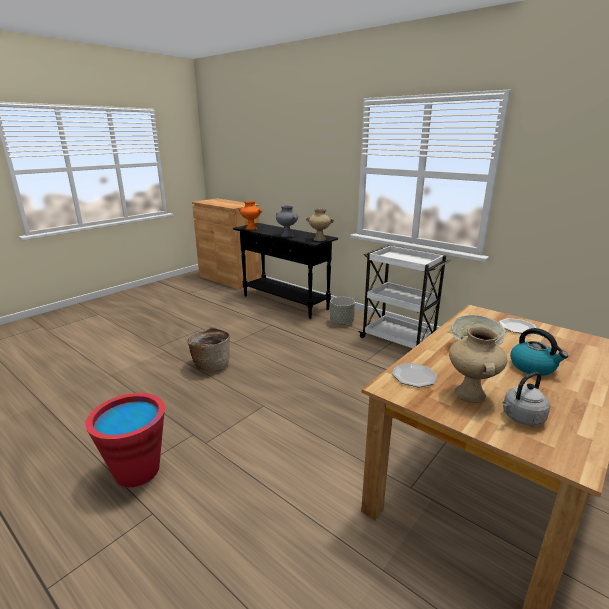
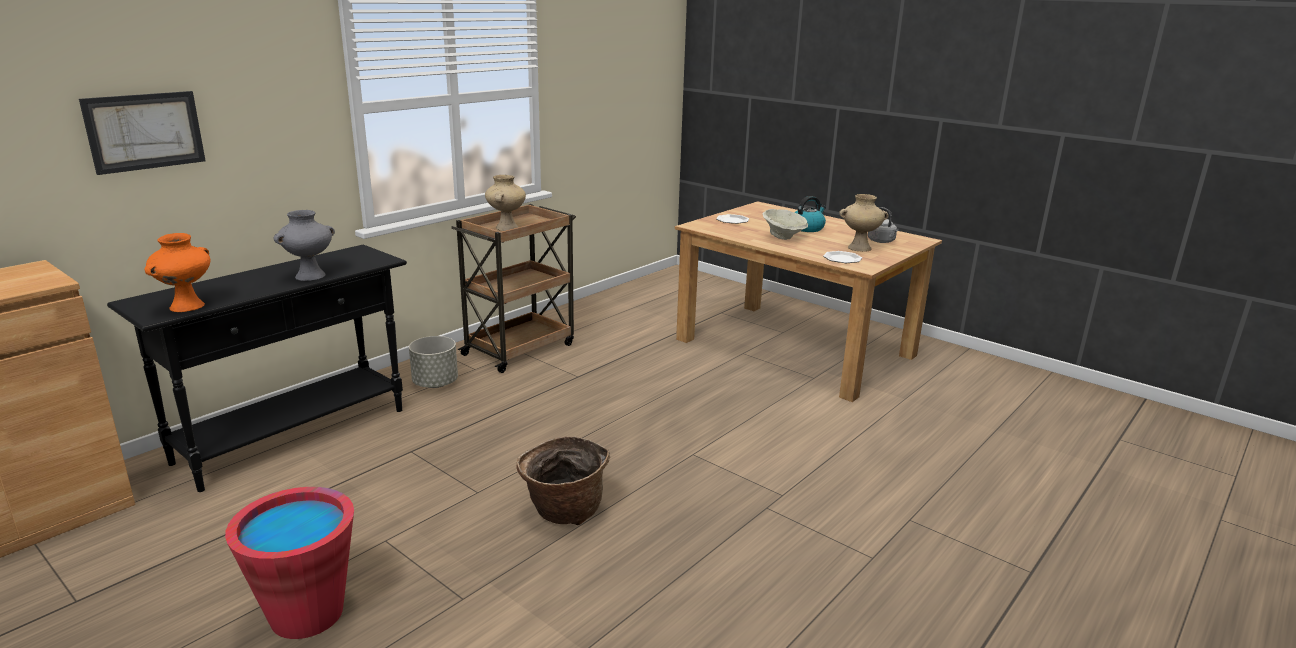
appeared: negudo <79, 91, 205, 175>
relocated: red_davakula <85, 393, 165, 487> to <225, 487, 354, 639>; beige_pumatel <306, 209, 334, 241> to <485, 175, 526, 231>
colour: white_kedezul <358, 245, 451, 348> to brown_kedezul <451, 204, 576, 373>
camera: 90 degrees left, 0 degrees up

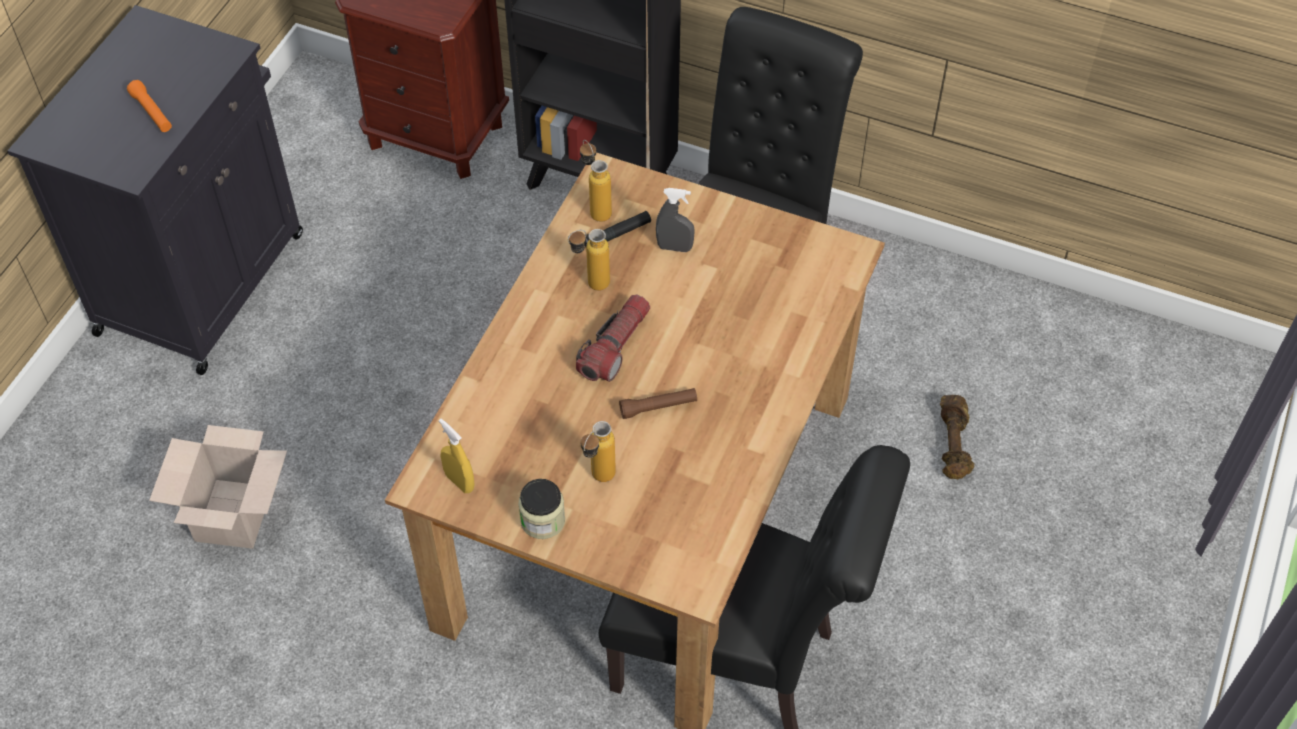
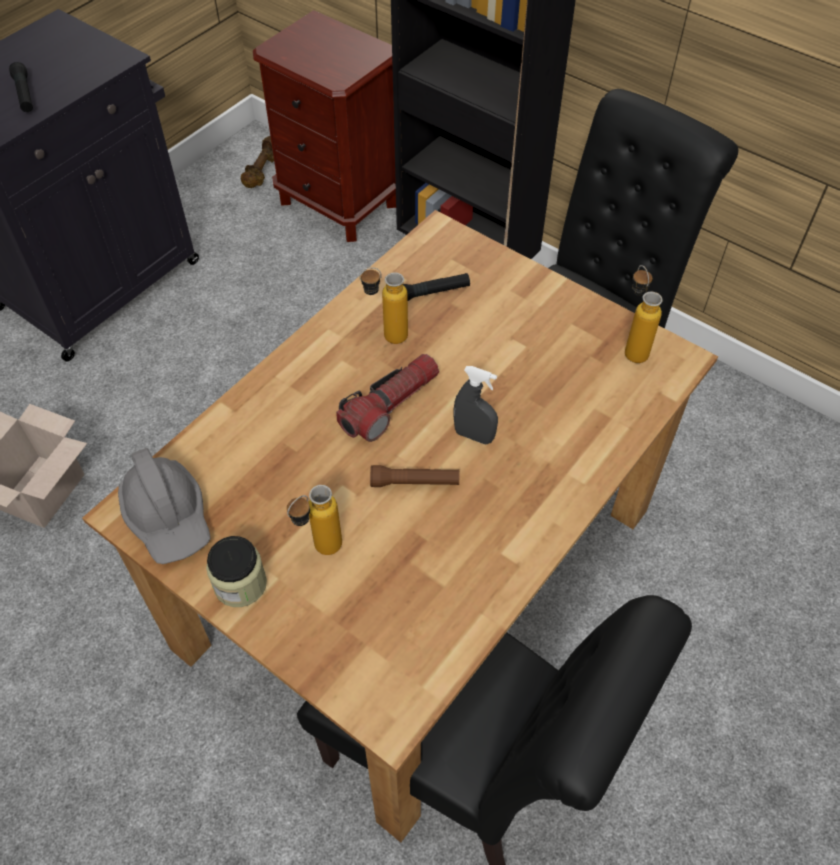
relocated: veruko <580, 140, 612, 222> to <625, 265, 663, 363>; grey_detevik <656, 188, 695, 252> to <453, 366, 498, 444>; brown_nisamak <940, 395, 975, 479> to <241, 136, 274, 188>
exchanged: yellow_detevik <439, 418, 475, 493> to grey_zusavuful <118, 448, 211, 564>
colour: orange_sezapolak <127, 80, 172, 132> to black_sezapolak <9, 62, 33, 112>
camera: 15 degrees right, 0 degrees up

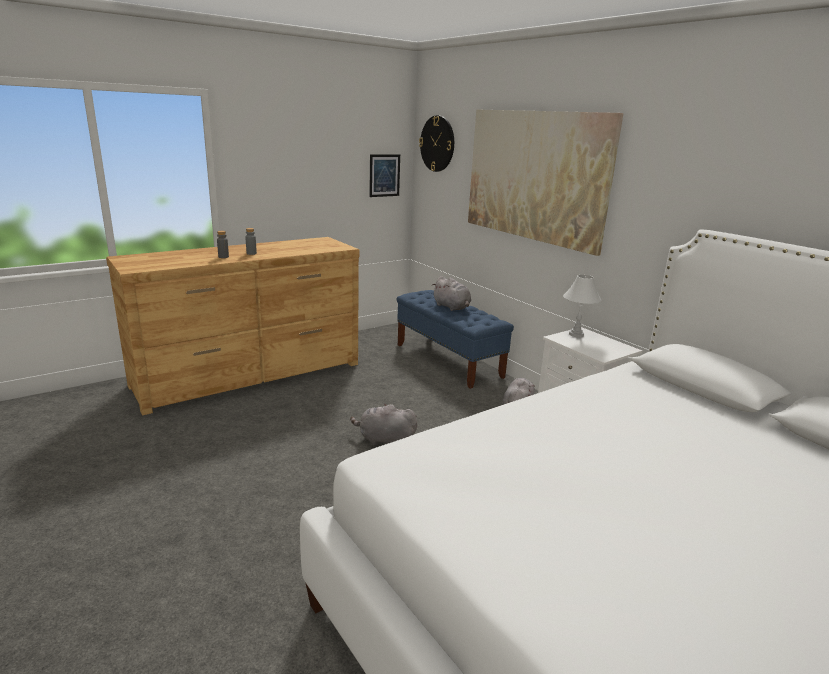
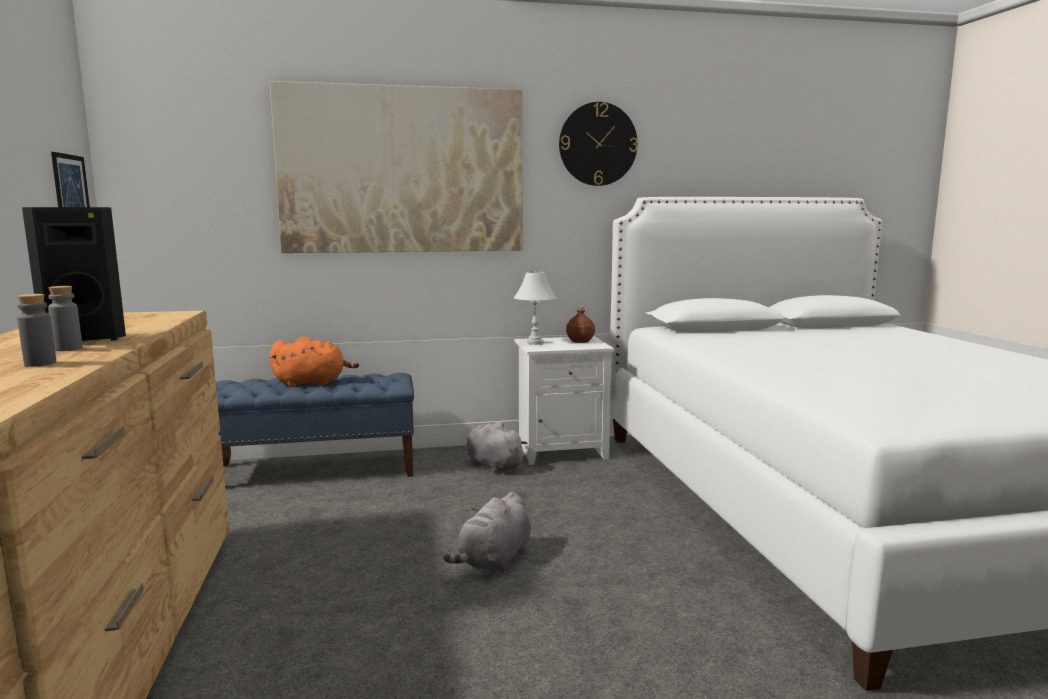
appeared: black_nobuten <22, 207, 126, 341>; brown_veruko <566, 306, 595, 343>
relocated: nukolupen <419, 115, 454, 172> to <559, 102, 638, 186>
colour: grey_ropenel <432, 276, 471, 311> to orange_ropenel <270, 337, 359, 387>
camera: 65 degrees left, 10 degrees down

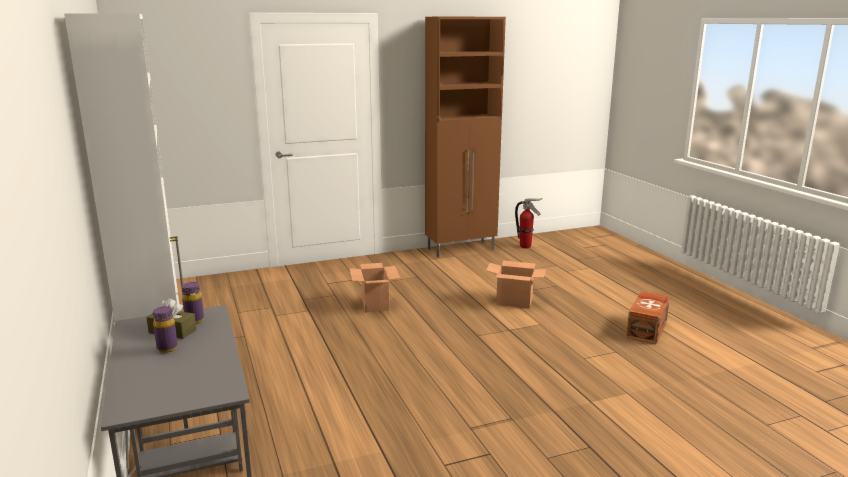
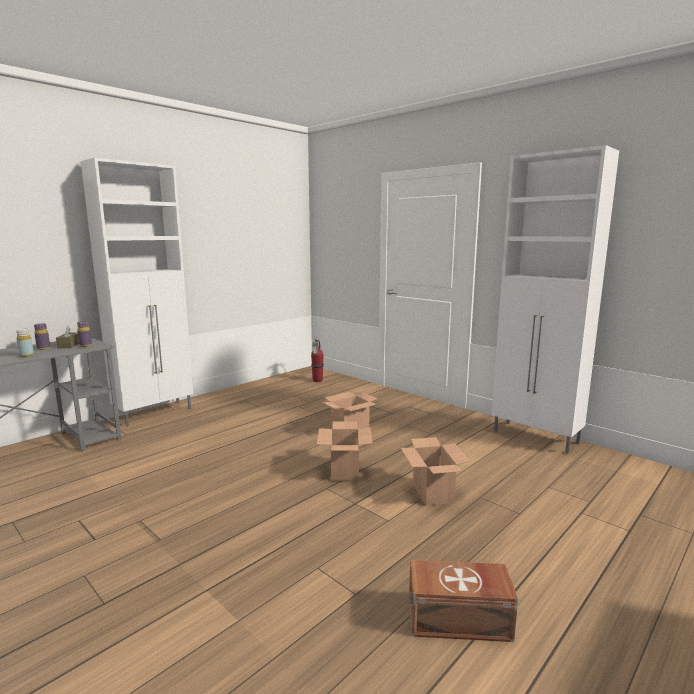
appeared: yellow_veruko <16, 329, 34, 357>; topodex <317, 422, 373, 481>
relocated: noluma <515, 198, 542, 249> to <311, 338, 324, 382>
colour: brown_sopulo <425, 17, 506, 258> to white_sopulo <492, 145, 619, 454>
camera: 65 degrees right, 5 degrees down

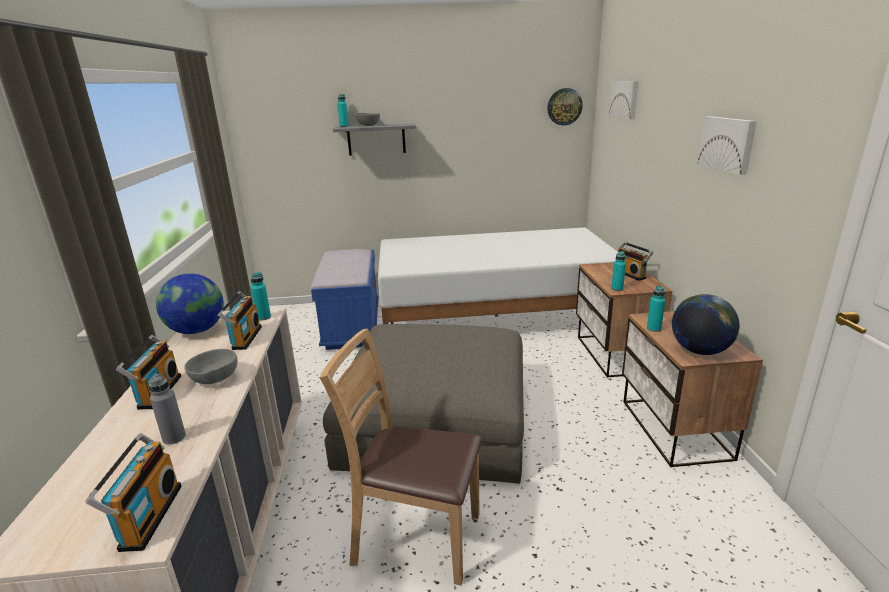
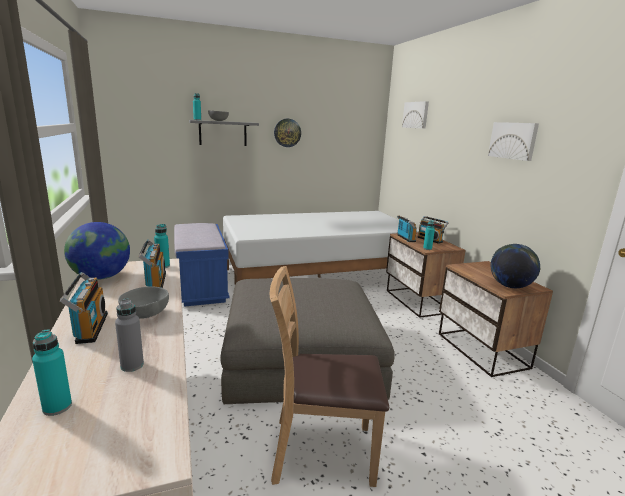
relocated: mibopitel <85, 433, 182, 552> to <397, 215, 417, 242>; nukolupen <547, 88, 583, 126> to <274, 119, 301, 147>; turquoise_veruko <647, 286, 665, 332> to <32, 330, 72, 416>
camera: 15 degrees left, 5 degrees down

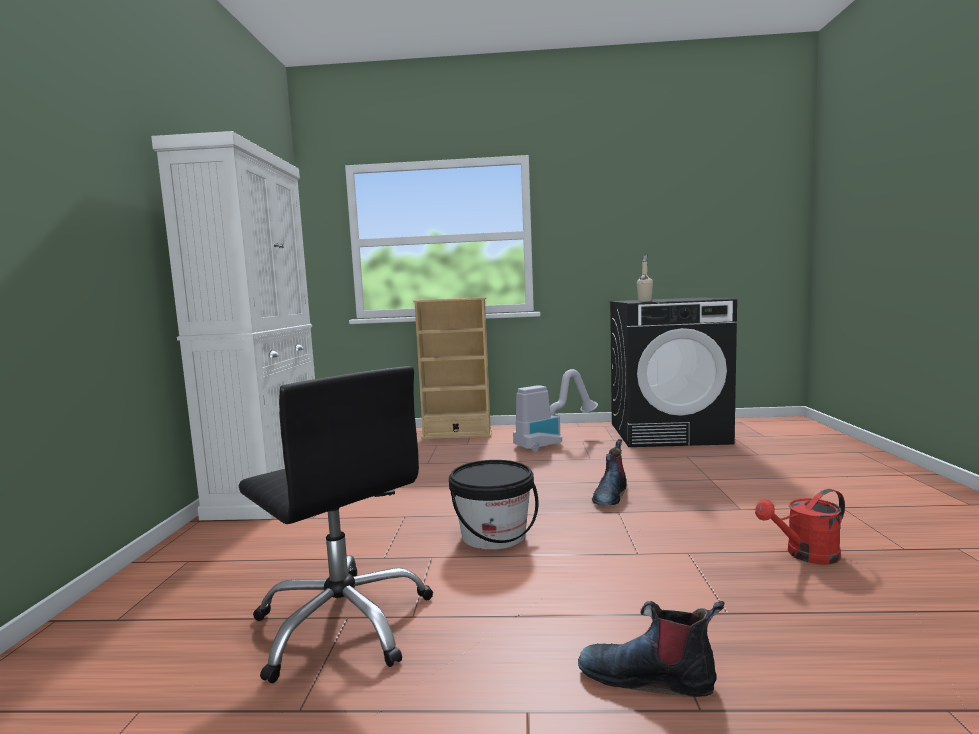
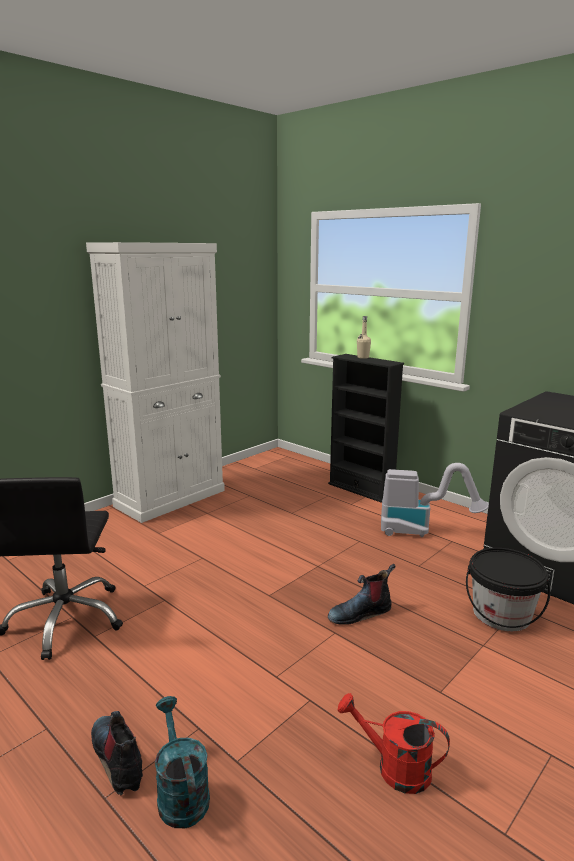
appeared: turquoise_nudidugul <155, 696, 210, 828>
relocated: black_davakula <449, 460, 538, 550> to <466, 548, 551, 631>; beige_veruko <637, 255, 653, 302> to <357, 316, 371, 359>
colour: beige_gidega <413, 297, 492, 439> to black_gidega <328, 354, 404, 503>
camera: 40 degrees right, 10 degrees up

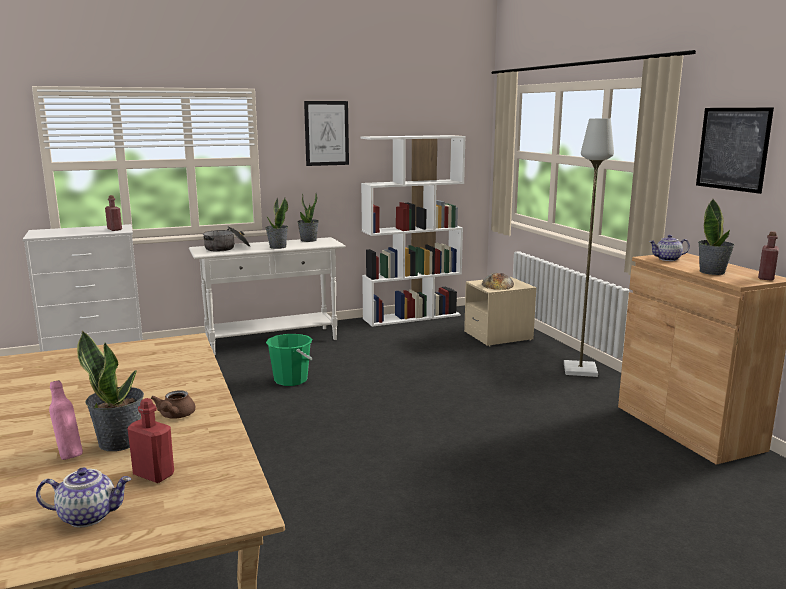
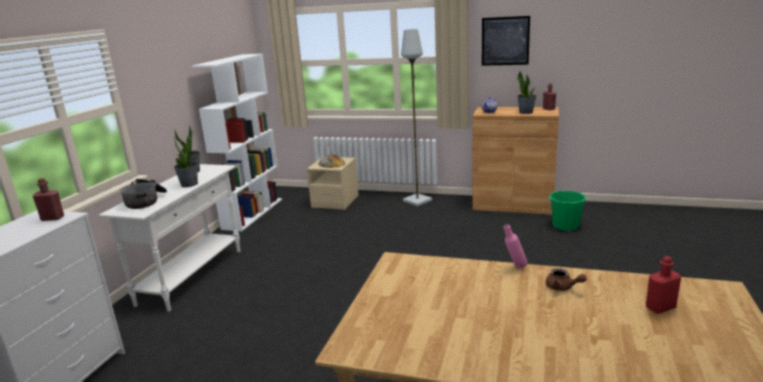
missing: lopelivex <36, 467, 131, 527>; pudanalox <77, 331, 144, 451>; negudo <304, 101, 349, 166>
relocated: pink_veruko <49, 380, 83, 460> to <503, 224, 527, 269>; green_davakula <266, 334, 313, 386> to <548, 191, 587, 231>
camera: 50 degrees left, 5 degrees up

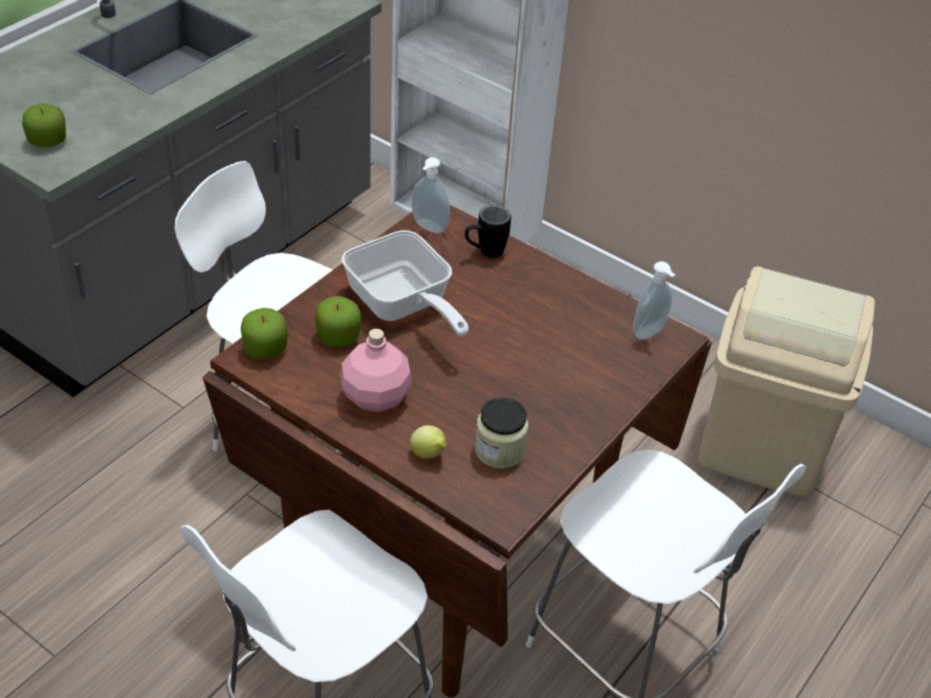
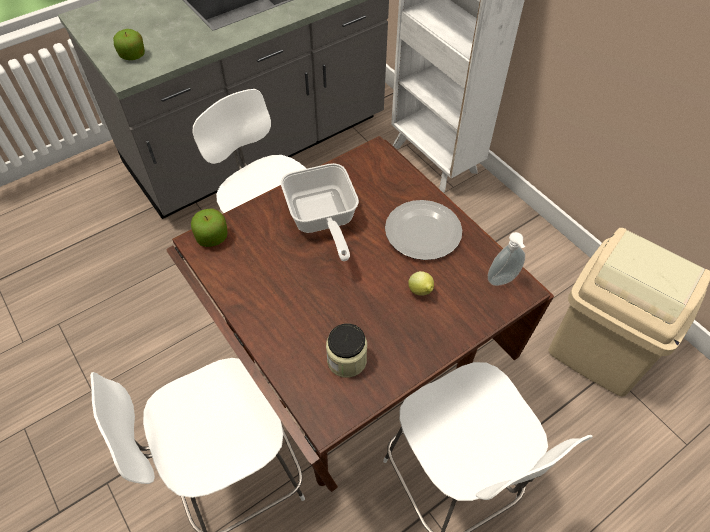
missing: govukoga <315, 296, 361, 347>; pink_veruko <341, 329, 412, 412>; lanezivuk <412, 157, 450, 233>; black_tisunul <465, 205, 511, 258>
appeared: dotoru <385, 200, 462, 260>
relocated: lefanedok <410, 425, 447, 459> to <408, 271, 434, 296>
camera: 20 degrees right, 10 degrees up

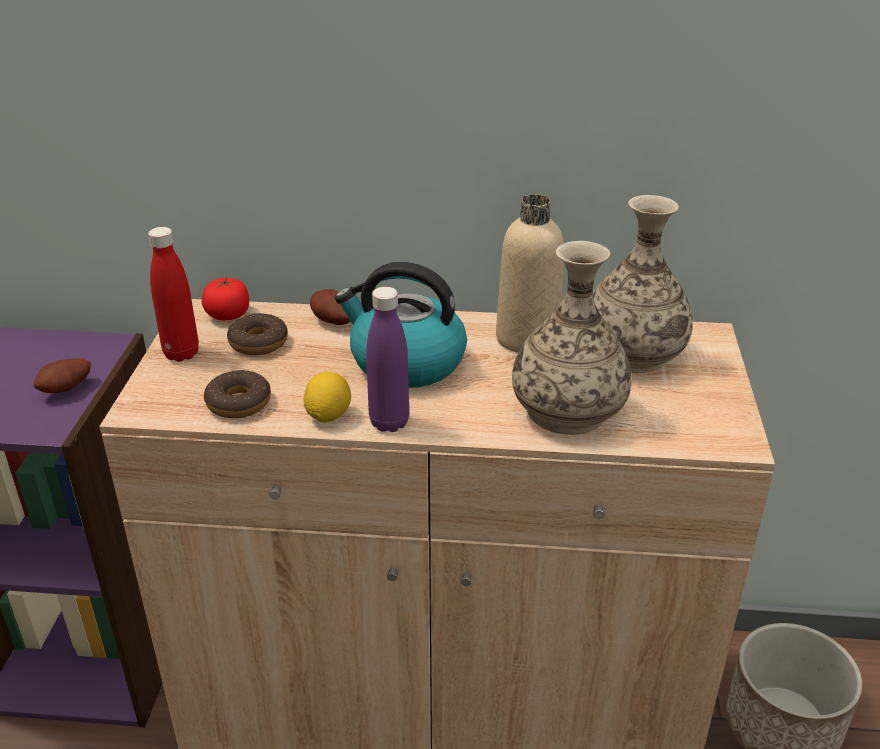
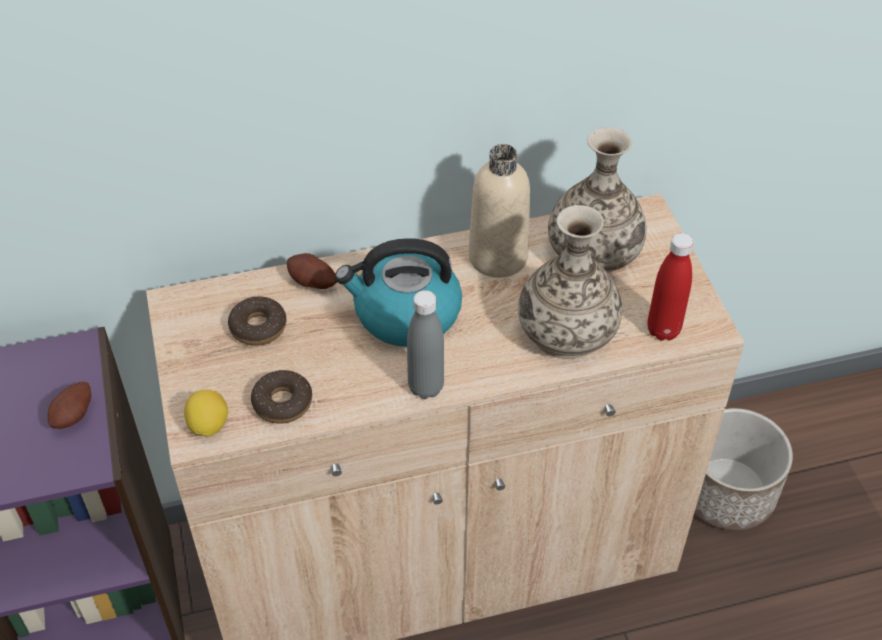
missing: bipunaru <202, 277, 249, 320>
relocated: red_veruko <148, 227, 199, 362> to <647, 233, 694, 341>; lefanedok <304, 372, 351, 423> to <184, 390, 228, 437>
colour: purple_veruko <366, 287, 409, 432> to grey_veruko <407, 290, 444, 399>
camera: 20 degrees left, 15 degrees up

